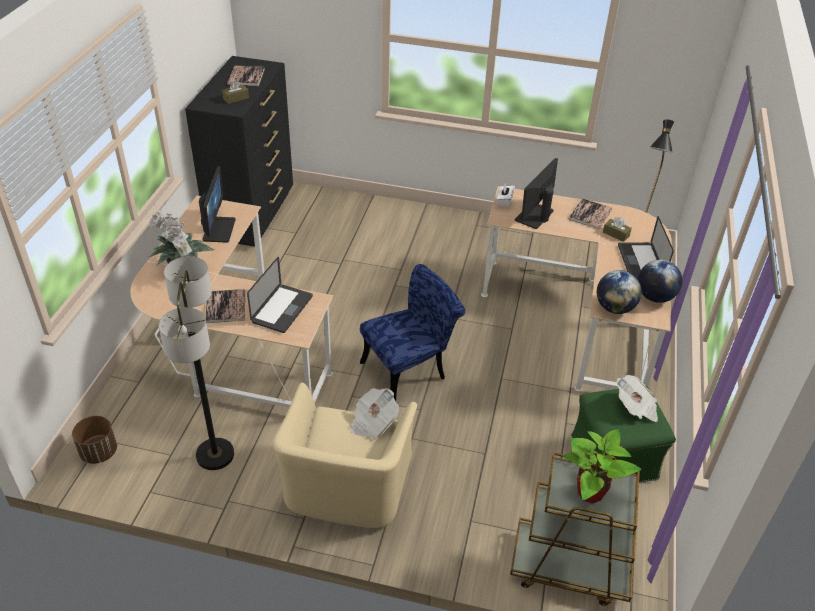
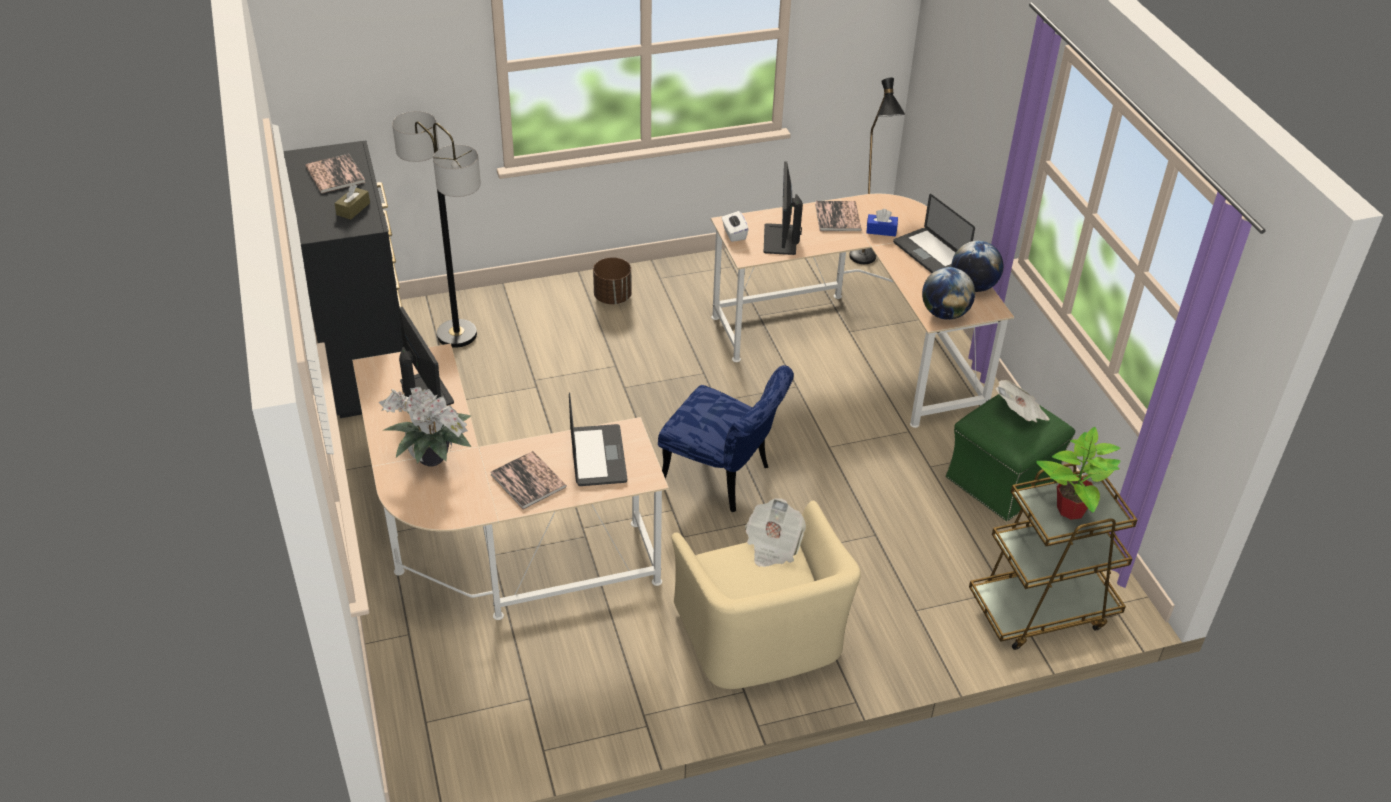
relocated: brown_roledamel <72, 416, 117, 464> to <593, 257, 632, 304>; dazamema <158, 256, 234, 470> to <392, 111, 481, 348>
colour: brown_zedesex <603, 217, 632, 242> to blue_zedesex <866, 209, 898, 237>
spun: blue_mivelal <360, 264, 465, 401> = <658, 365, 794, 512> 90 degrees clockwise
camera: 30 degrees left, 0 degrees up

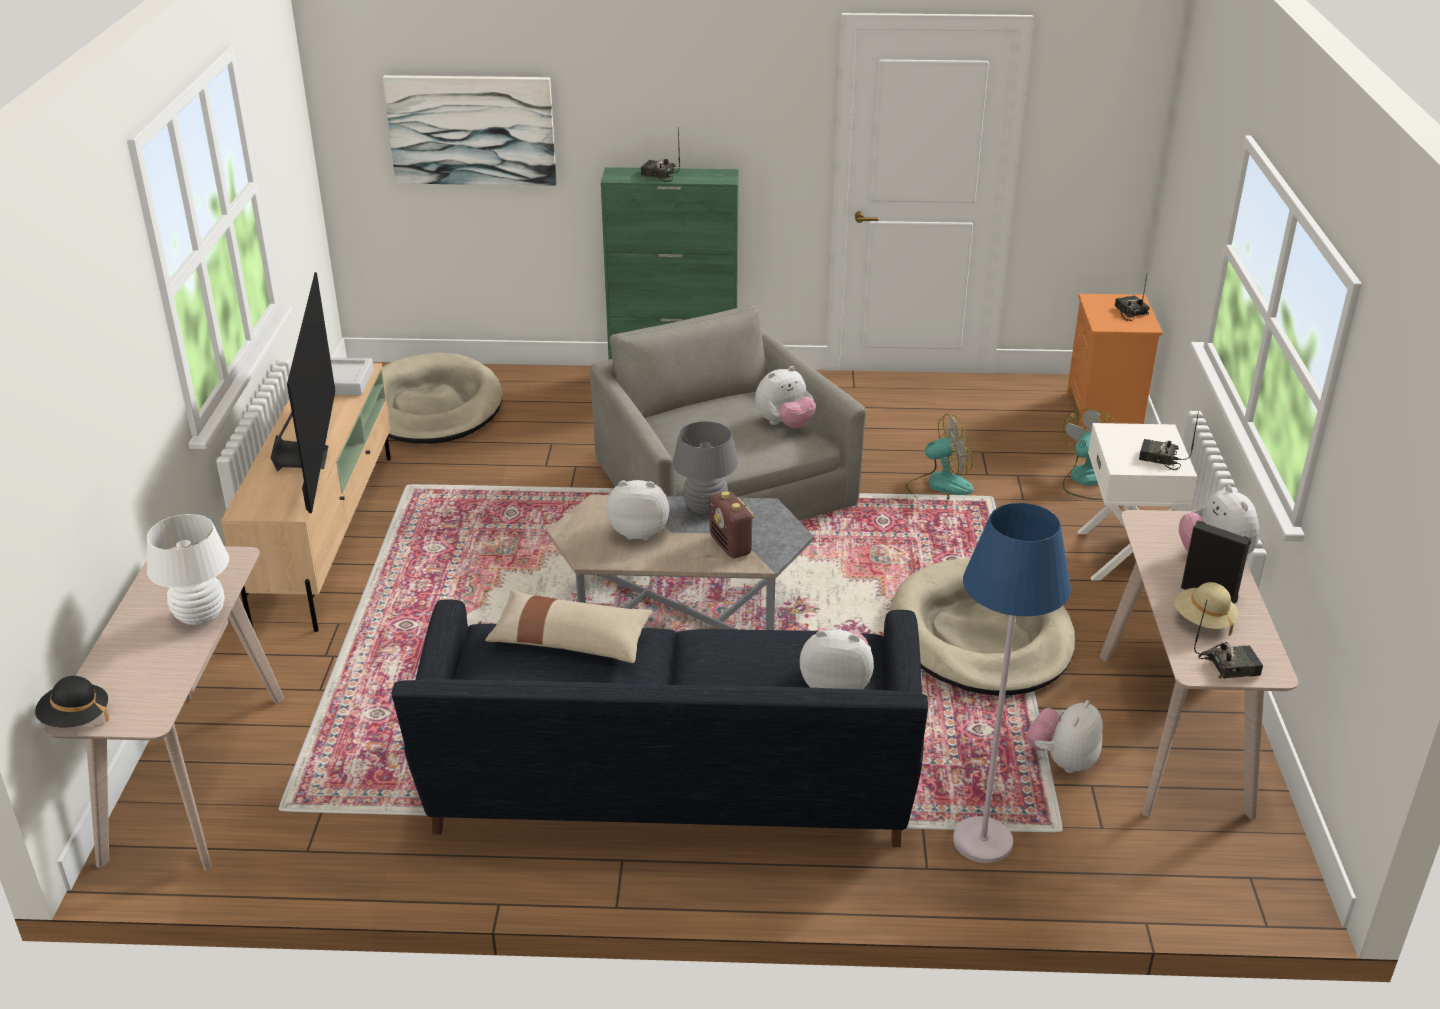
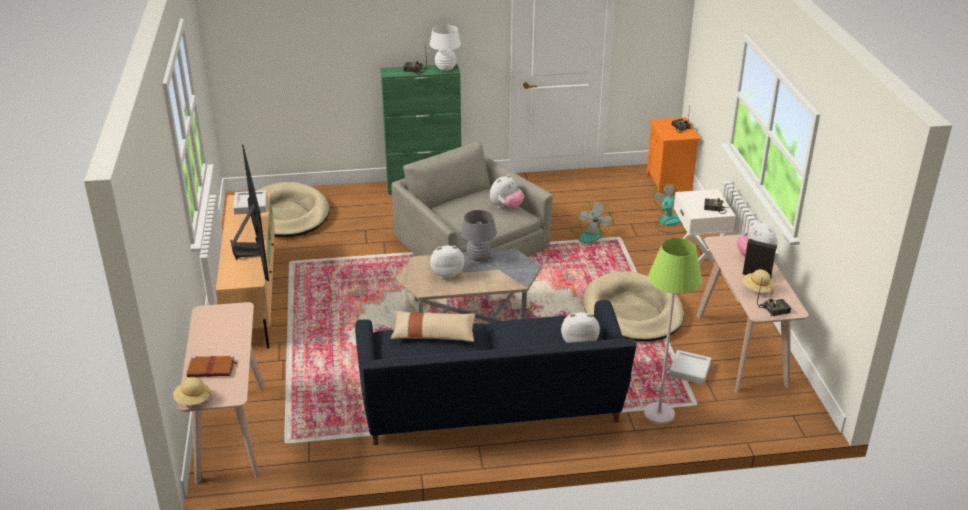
missing: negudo <383, 75, 557, 186>; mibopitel <710, 491, 755, 558>
appeared: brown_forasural <187, 355, 238, 377>
relocated: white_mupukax <147, 514, 229, 625> to <430, 25, 461, 71>
exchanged: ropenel <1027, 700, 1103, 773> to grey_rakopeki <669, 350, 712, 385>
colour: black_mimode <35, 676, 109, 728> to beige_mimode <173, 377, 212, 405>; blue_dazamema <953, 503, 1071, 863> to green_dazamema <644, 238, 702, 425>
spun: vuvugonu <906, 413, 974, 500> = <570, 201, 614, 243> 120 degrees clockwise
camera: 10 degrees left, 0 degrees up

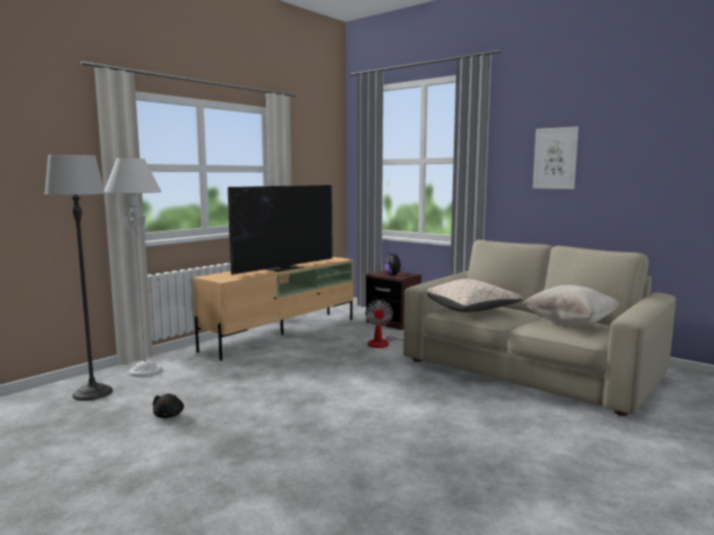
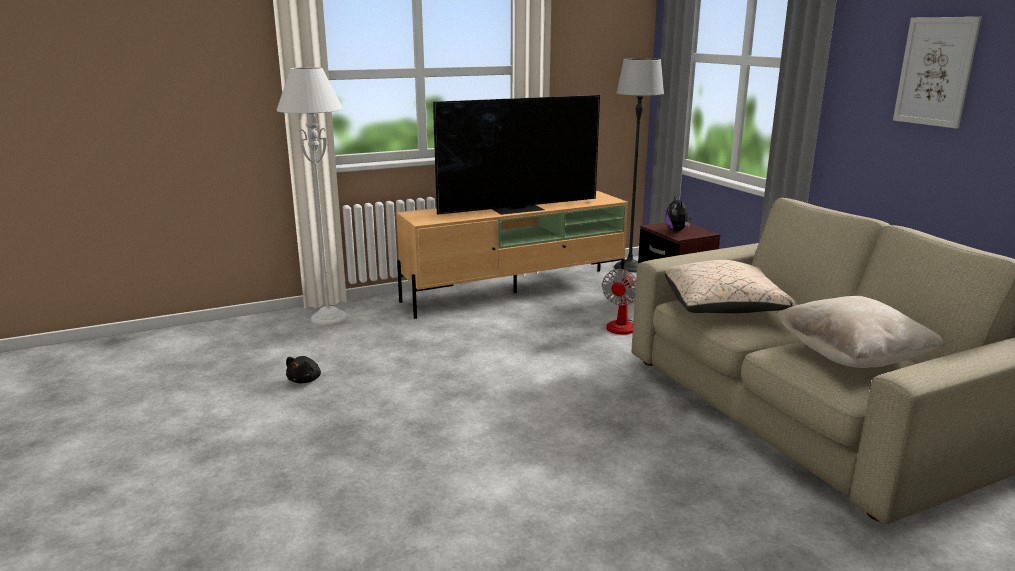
relocated: dazamema <45, 155, 113, 401> to <614, 58, 664, 273>
camera: 25 degrees right, 10 degrees up

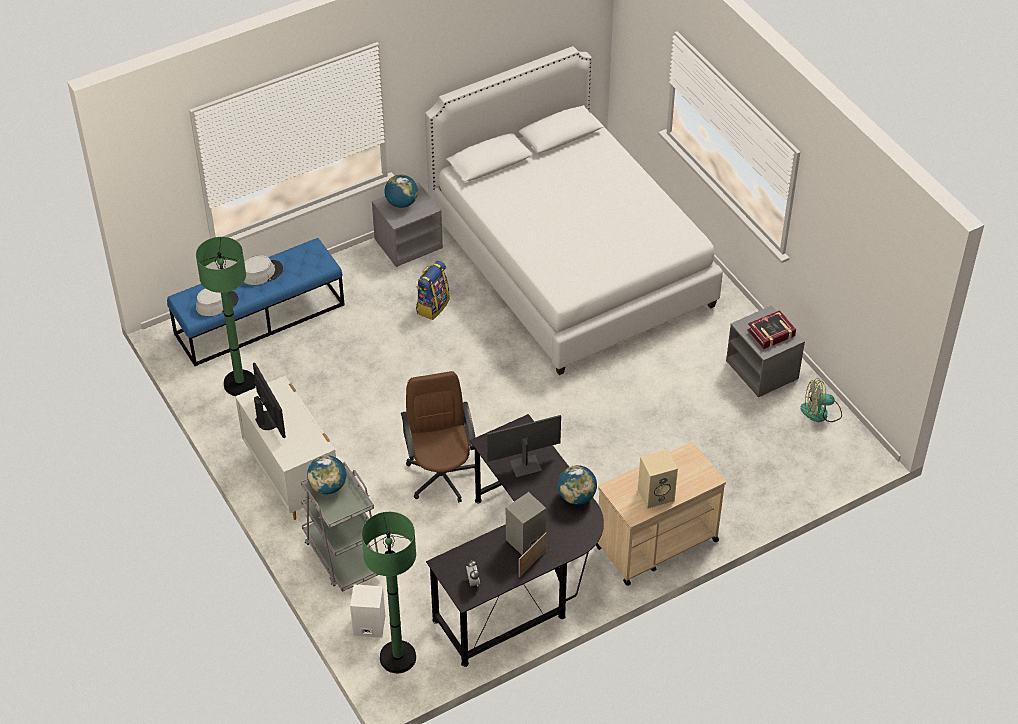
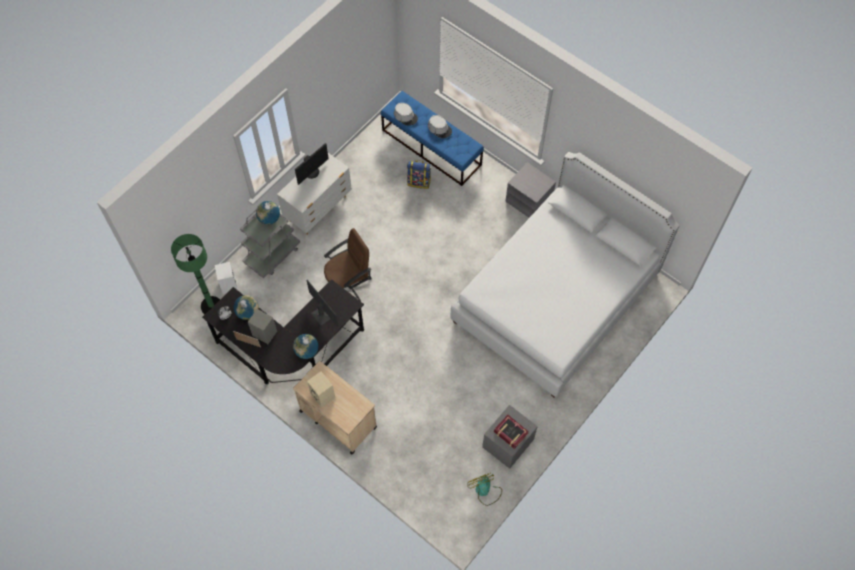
missing: green_dazamema <196, 237, 256, 396>
relocated: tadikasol <384, 174, 418, 208> to <234, 295, 259, 320>; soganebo <416, 261, 450, 320> to <407, 160, 431, 189>
camera: 70 degrees right, 15 degrees up

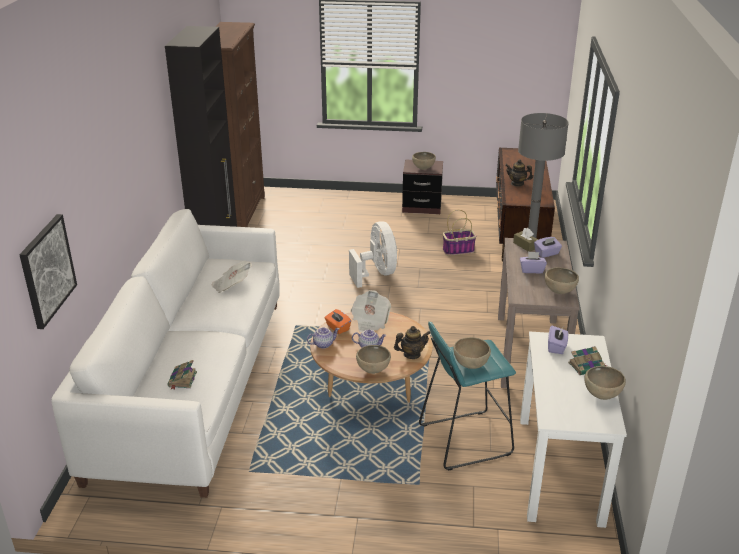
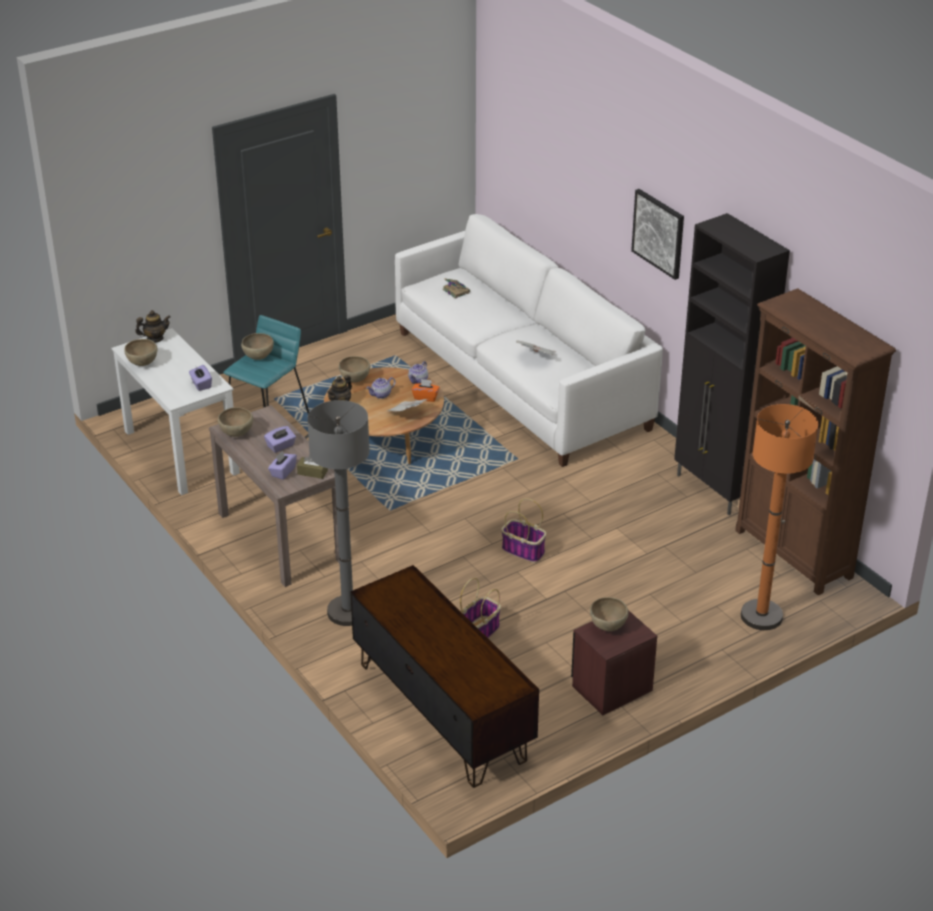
missing: forasural <568, 346, 607, 375>
appeared: orange_dazamema <741, 404, 818, 630>
relocated: negudo <19, 214, 77, 329> to <631, 189, 684, 280>; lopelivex <506, 160, 533, 187> to <135, 310, 171, 343>
exchanged: white_vuvugonu <349, 221, 397, 288> to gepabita <501, 498, 546, 563>
camera: 140 degrees right, 5 degrees up

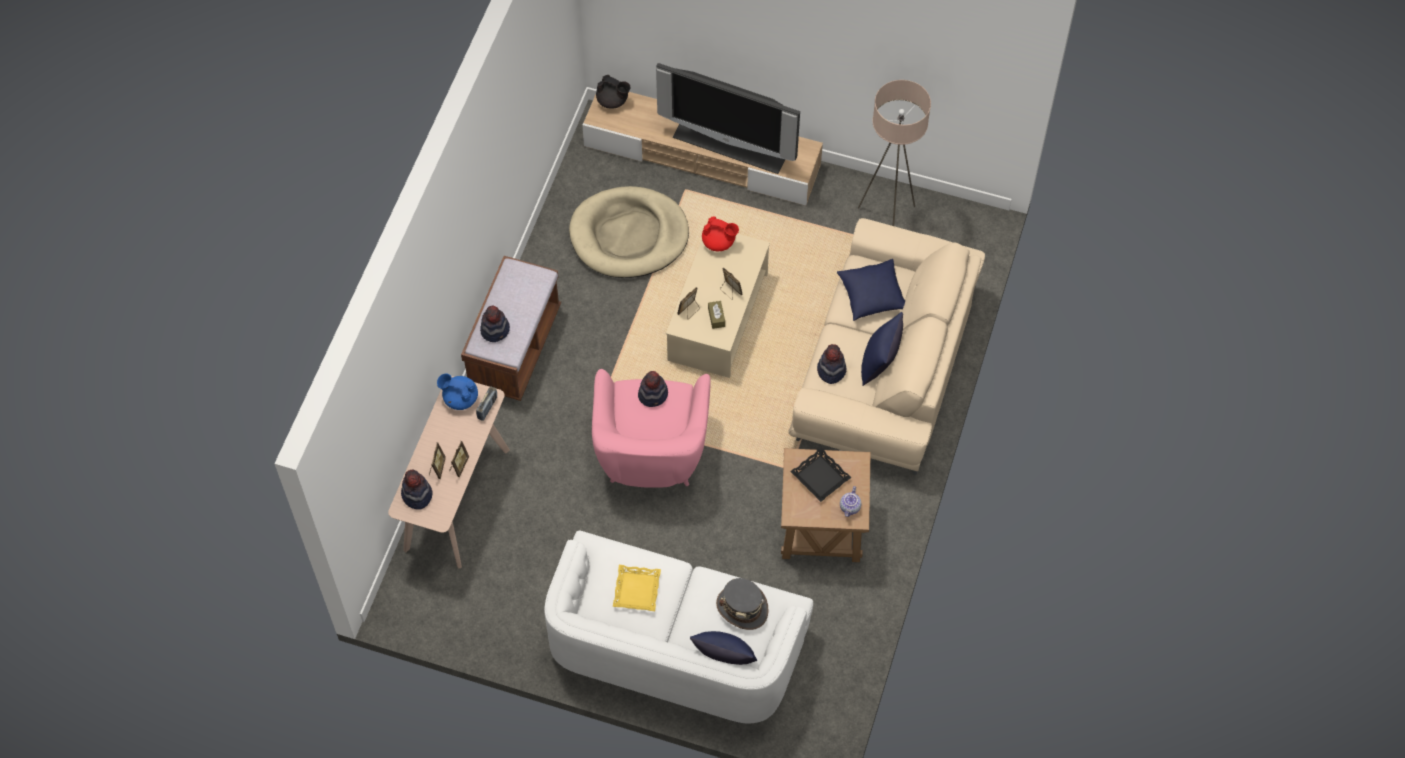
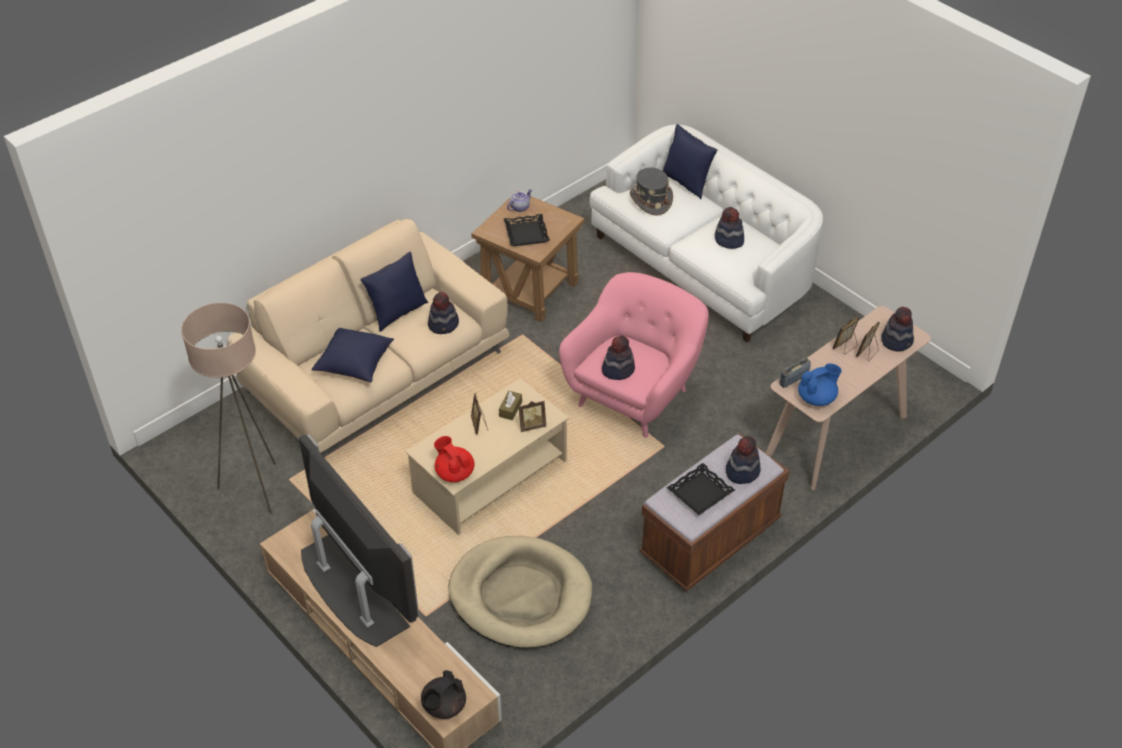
appeared: black_rakopeki <666, 463, 735, 515>
exchanged: yellow_rakopeki <613, 565, 661, 611> to mimode <714, 207, 744, 249>
spun: blue_lopelivex <437, 373, 478, 410> = <798, 363, 842, 406> 75 degrees counterclockwise; black_lopelivex <596, 75, 630, 109> = <421, 670, 466, 719> 105 degrees counterclockwise
camera: 150 degrees left, 15 degrees down

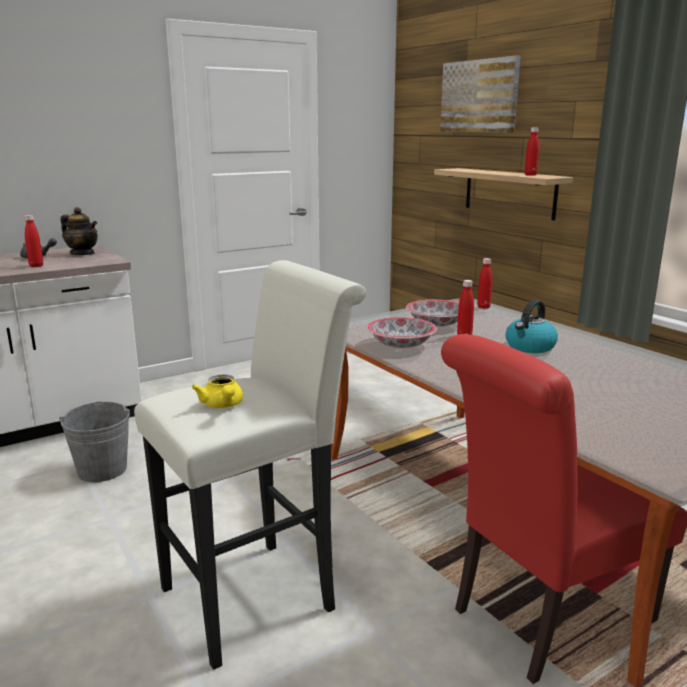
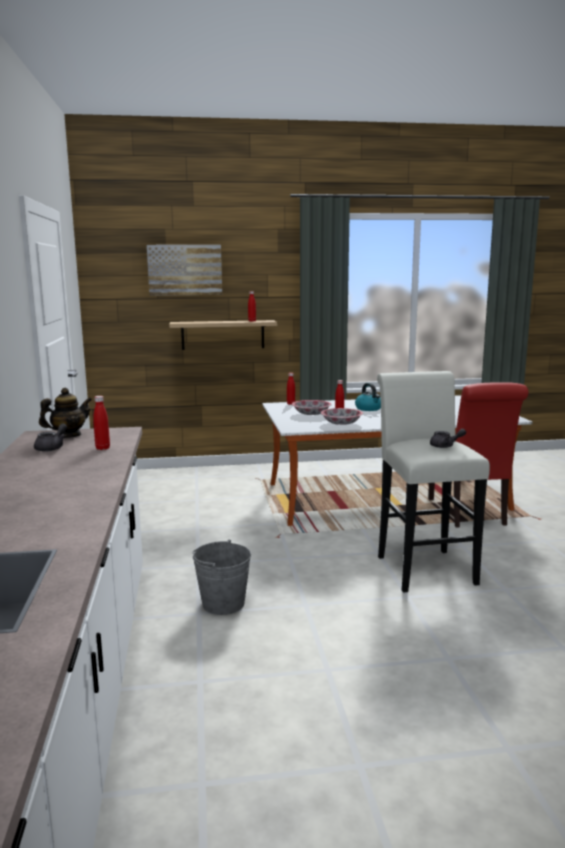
colour: yellow_lopelivex <192, 375, 243, 408> to grey_lopelivex <430, 429, 466, 448>
camera: 65 degrees left, 5 degrees down

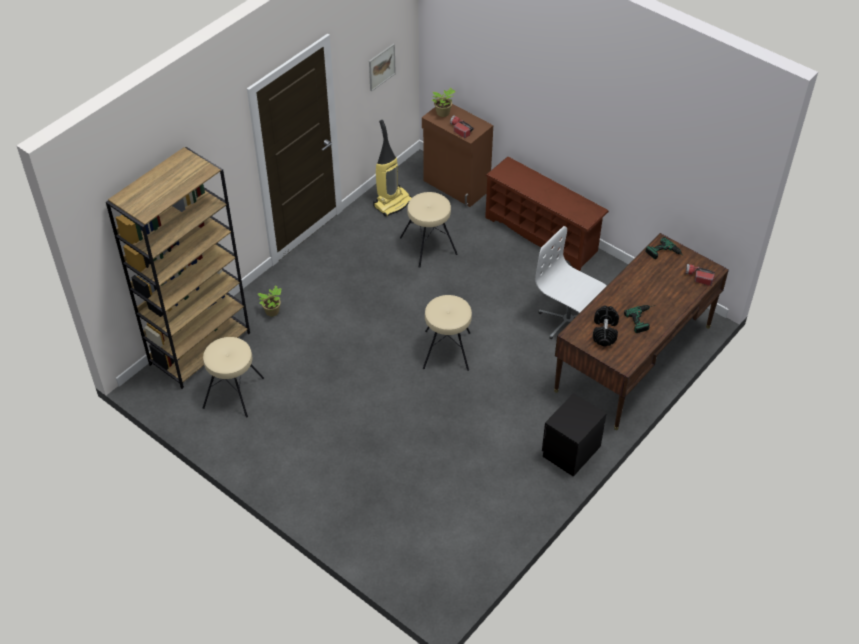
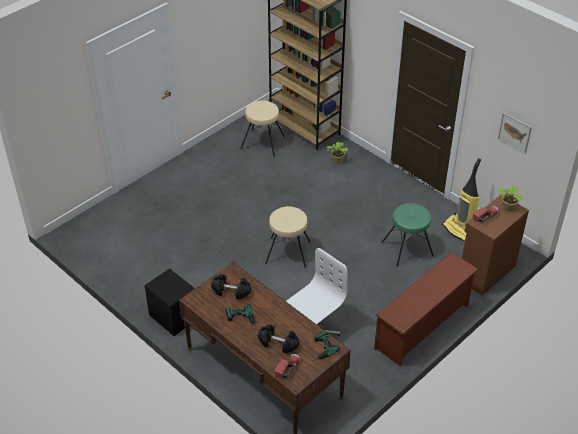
appeared: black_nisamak <258, 325, 299, 353>
colour: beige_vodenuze <400, 192, 458, 268> to green_vodenuze <382, 203, 434, 267>
camera: 95 degrees right, 5 degrees down

